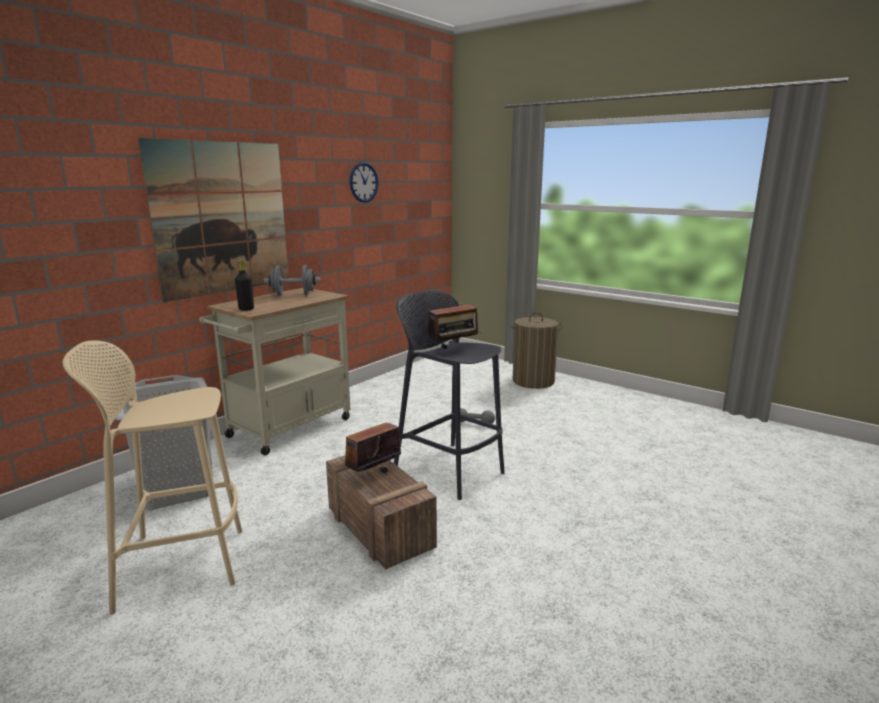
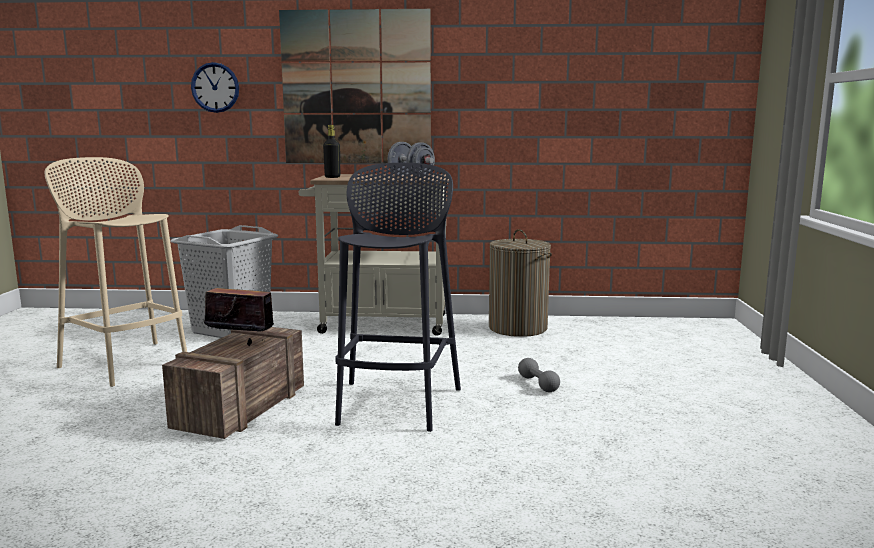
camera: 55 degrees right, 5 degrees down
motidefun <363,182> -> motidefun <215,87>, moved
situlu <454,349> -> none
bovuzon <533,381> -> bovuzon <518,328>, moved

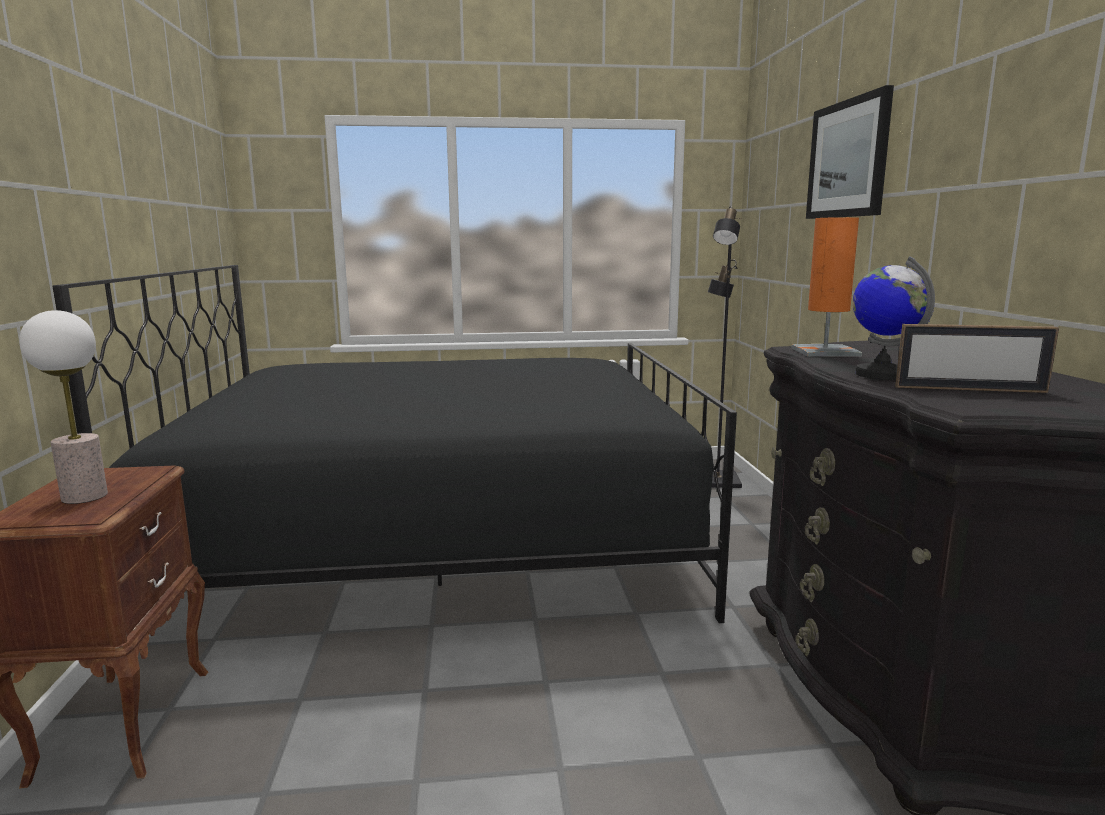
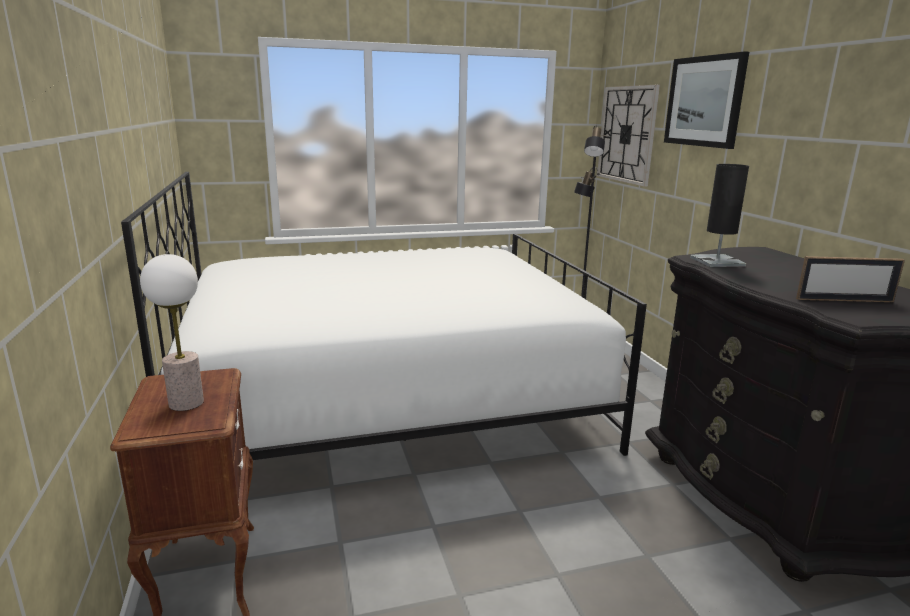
camera: 10 degrees left, 5 degrees up
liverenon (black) <441,544> -> liverenon (white) <388,405>
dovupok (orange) <825,352> -> dovupok (black) <717,261>
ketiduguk <881,375> -> none
none -> motidefun <627,134>

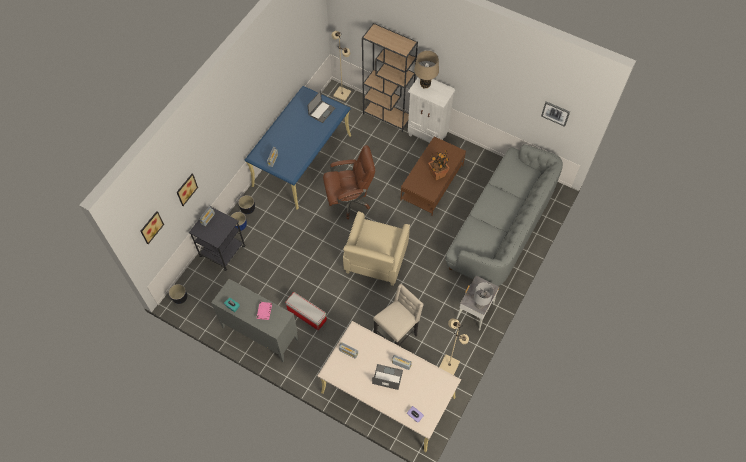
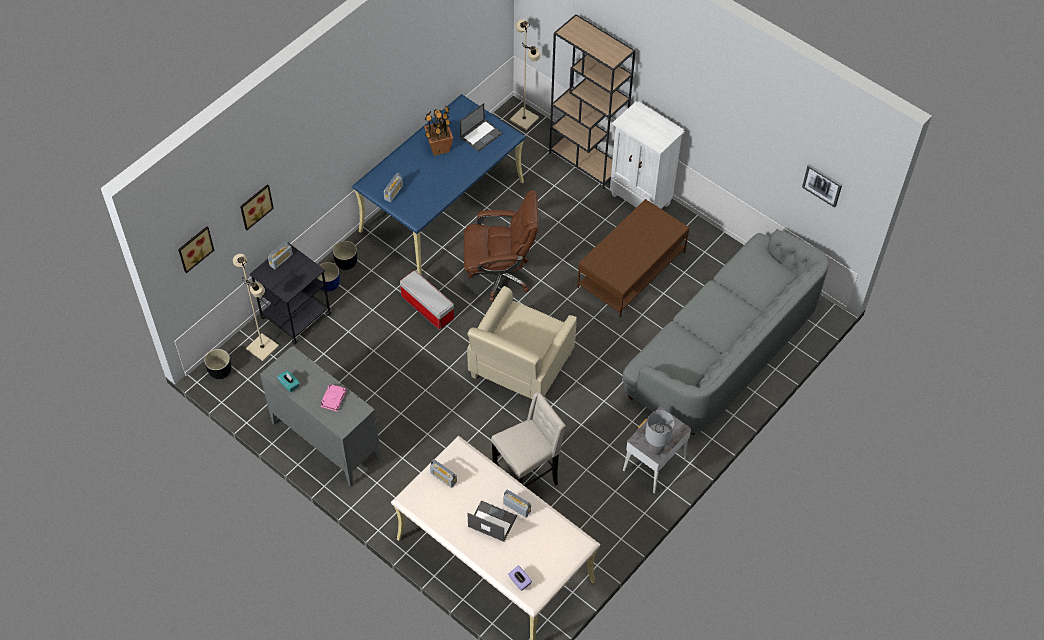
camera: 10 degrees right, 5 degrees down
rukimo <306,315> -> rukimo <427,308>, moved
dovupok (beige) <425,84> -> none
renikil <437,174> -> renikil <439,147>, moved
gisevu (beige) <449,365> -> gisevu (beige) <262,348>, moved

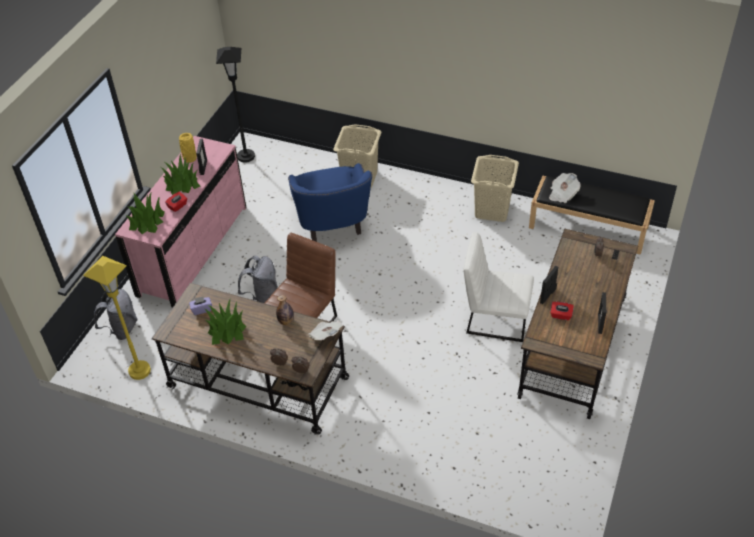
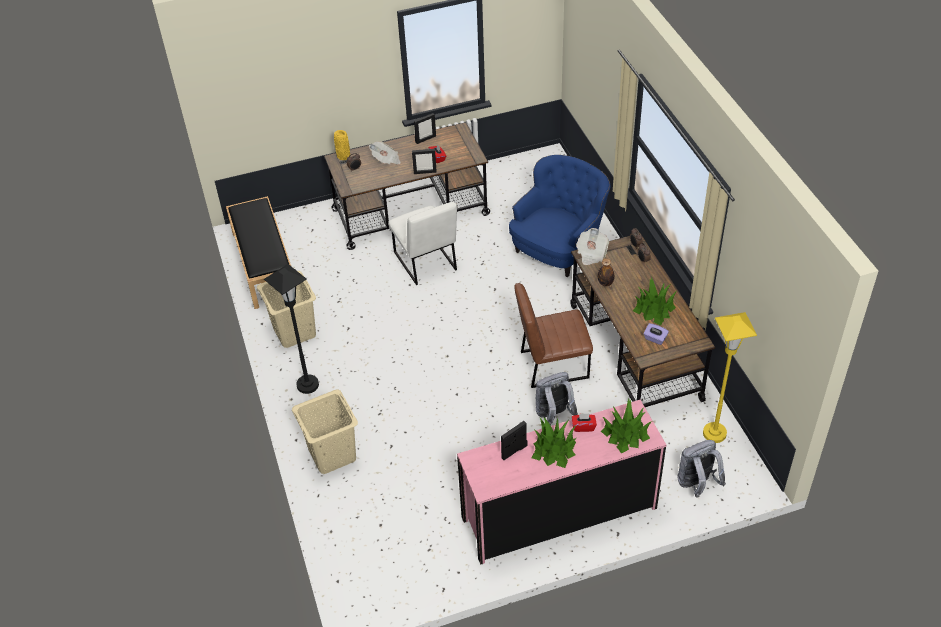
camera: 130 degrees left, 0 degrees up
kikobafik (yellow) <189,158> -> kikobafik (yellow) <343,156>, moved
gisevu (black) <246,156> -> gisevu (black) <307,385>, moved
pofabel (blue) <332,223> -> pofabel (blue) <558,248>, moved
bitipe <562,194> -> bitipe <386,160>, moved

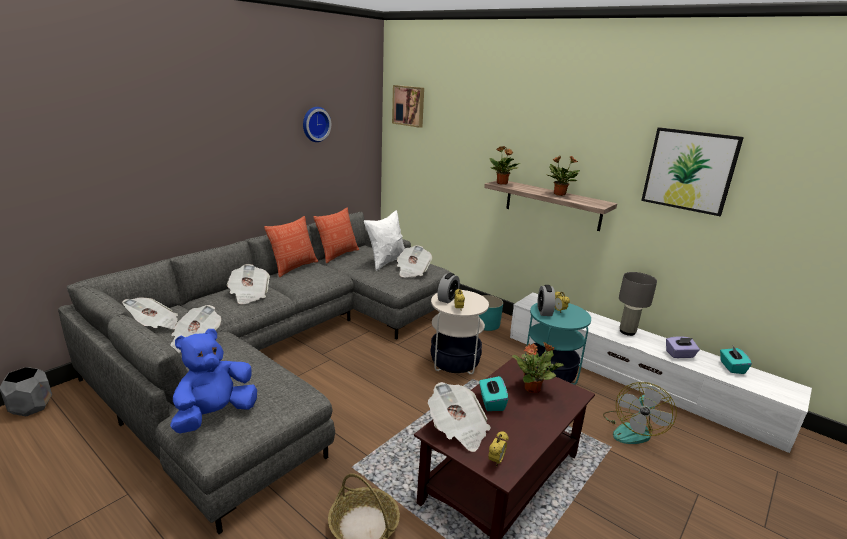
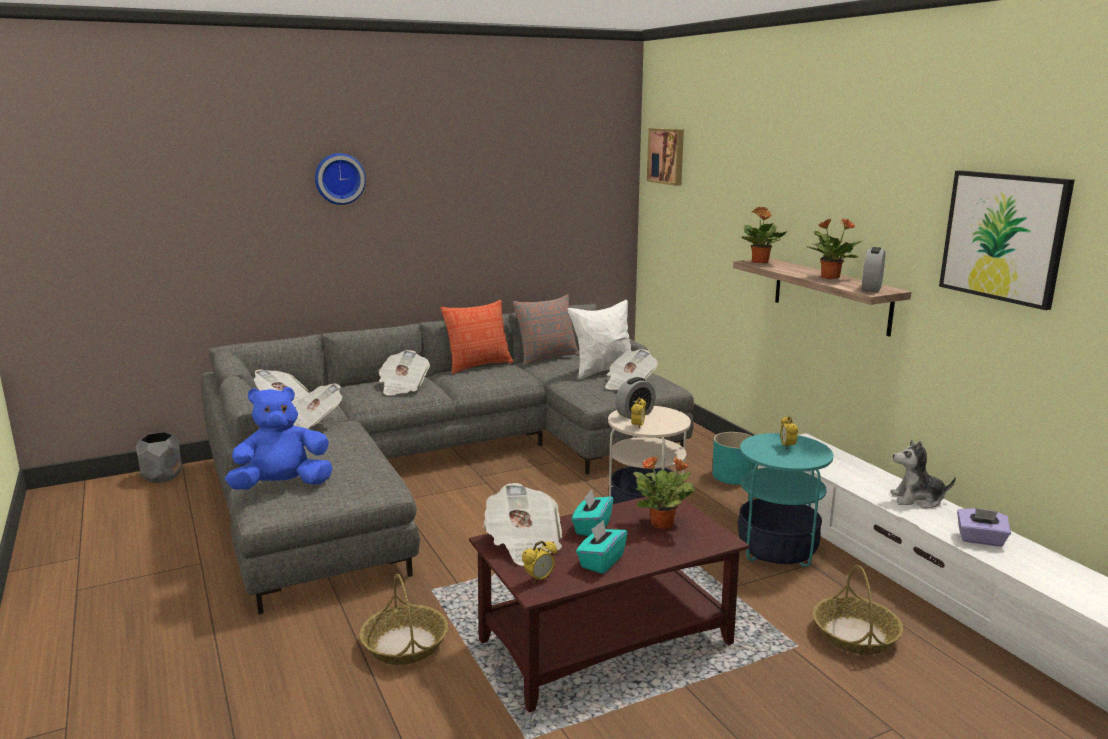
camera: 25 degrees right, 5 degrees down
motidefun <315,124> -> motidefun <339,178>, moved
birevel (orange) <338,255> -> birevel (grey) <547,358>
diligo <544,311> -> diligo <871,289>, moved
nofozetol <632,429> -> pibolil <855,635>
dovupok (grey) <628,332> -> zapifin <917,500>
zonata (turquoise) <731,367> -> zonata (turquoise) <601,562>, moved

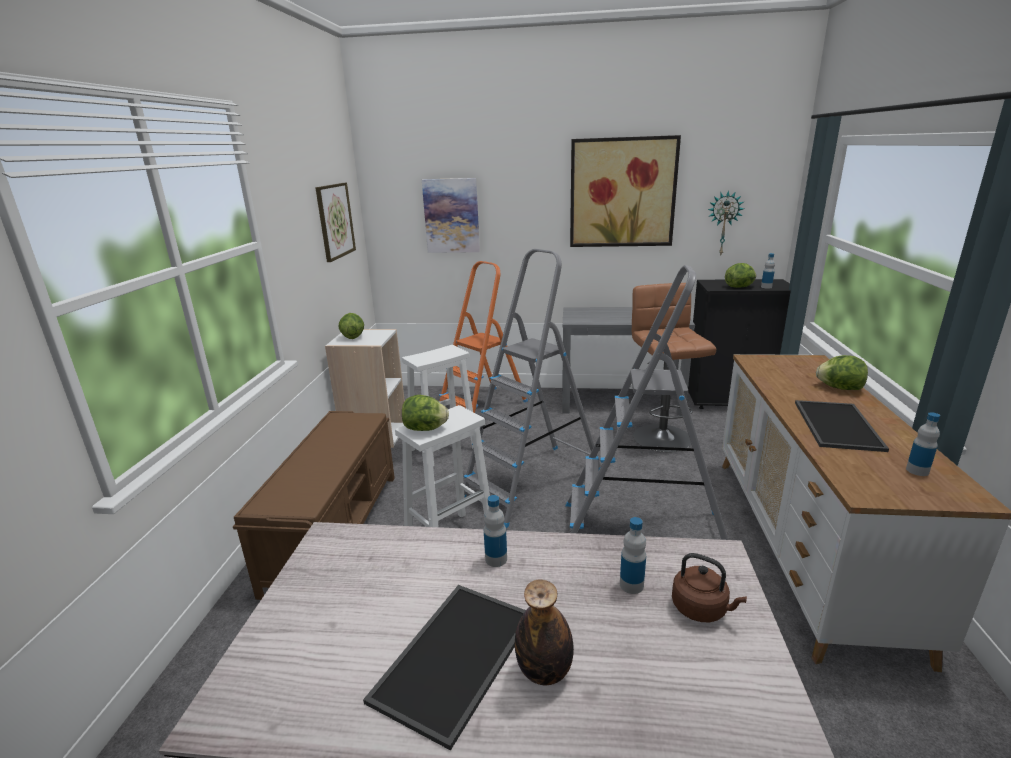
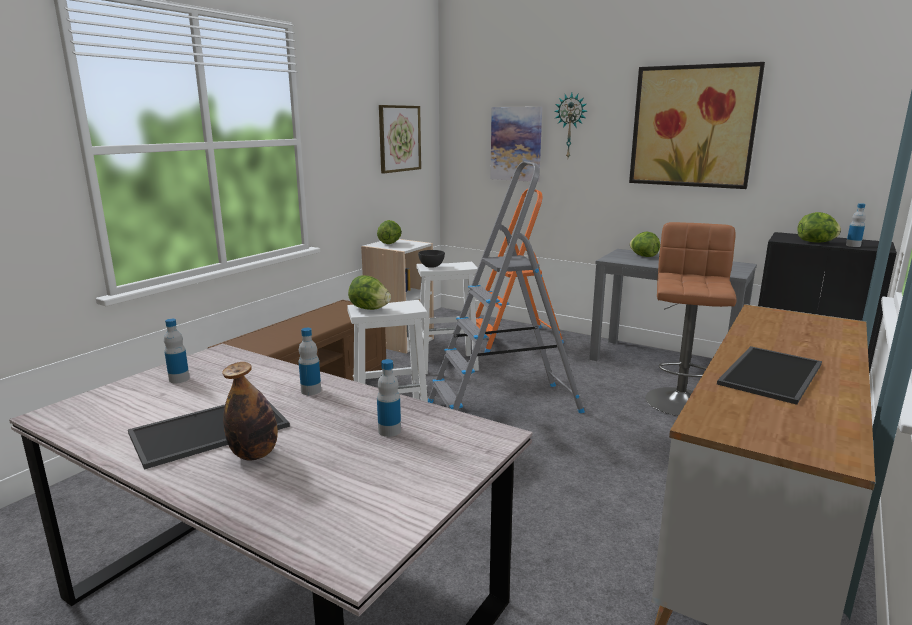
camera: 25 degrees right, 5 degrees down
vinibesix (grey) <642,531> -> none
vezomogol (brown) <702,609> -> none
motidefun <723,223> -> motidefun <570,126>, moved
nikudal <839,388> -> nikudal <643,256>, moved
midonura <917,470> -> midonura <179,379>, moved
none -> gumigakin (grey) <431,266>

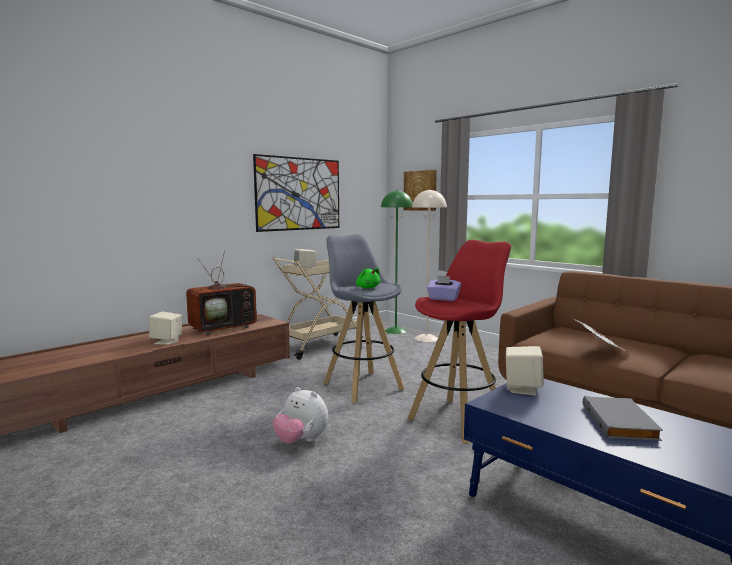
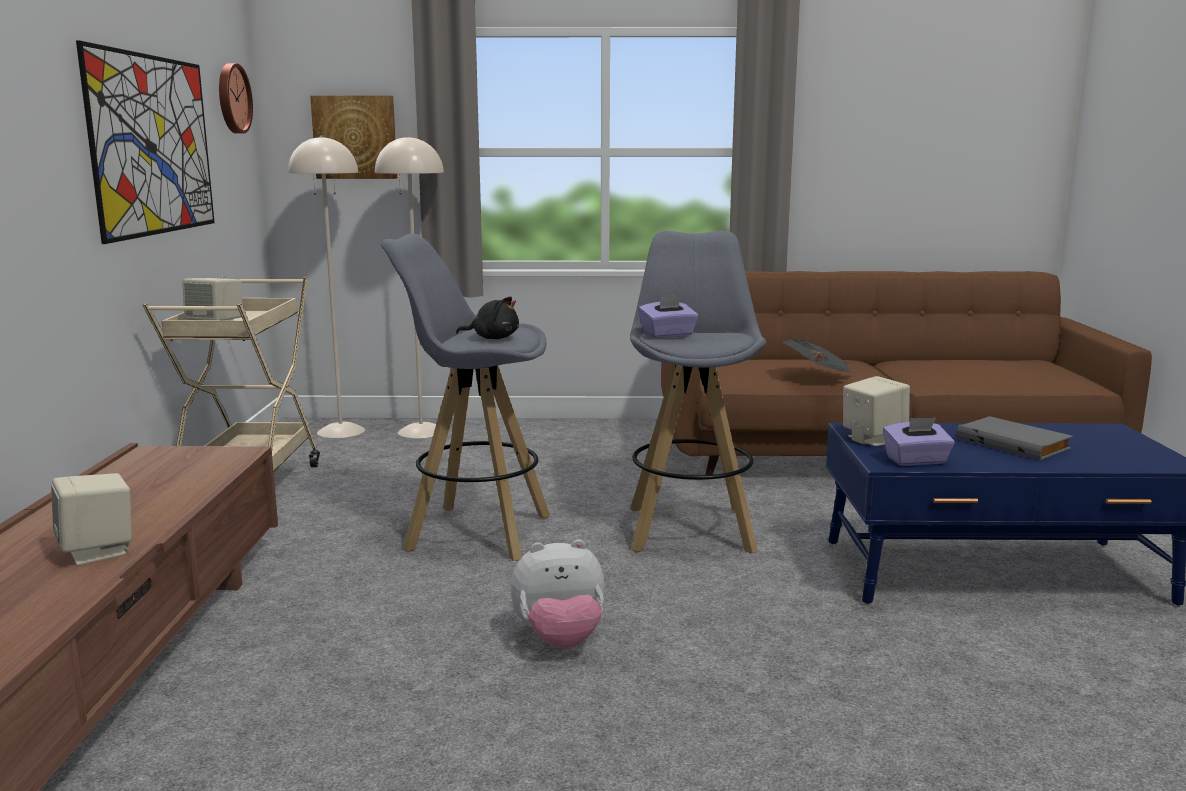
camera: 45 degrees left, 5 degrees up
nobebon <224,327> -> none
zapifin (green) <367,288> -> zapifin (black) <493,338>
gisevu (green) <395,331> -> gisevu (beige) <341,431>
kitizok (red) <459,419> -> kitizok (grey) <691,527>
none -> motidefun <232,98>
none -> zonata (purple) <916,461>

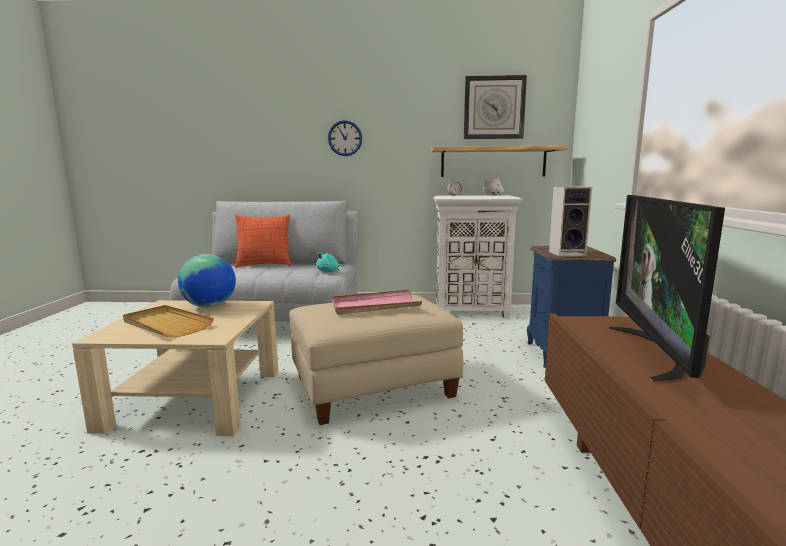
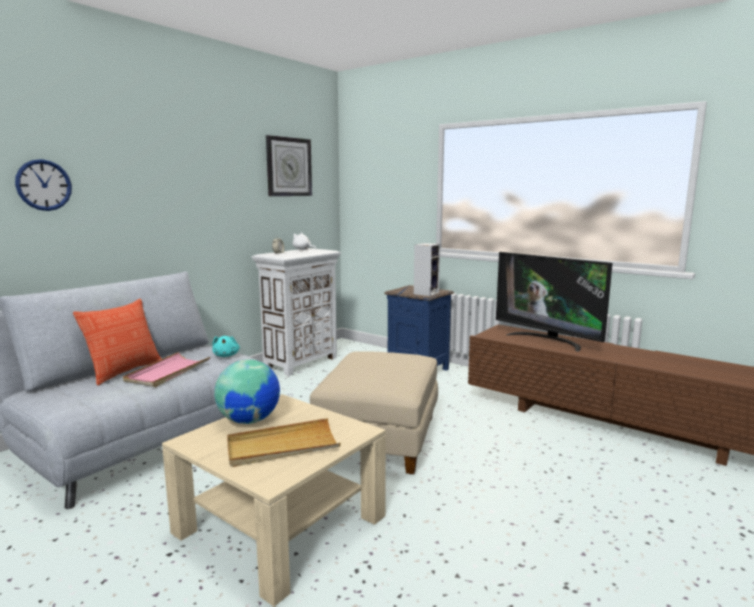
camera: 55 degrees left, 0 degrees up
motidefun <345,138> -> motidefun <44,185>, moved
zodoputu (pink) <375,305> -> zodoputu (pink) <168,372>, moved
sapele <493,162> -> none

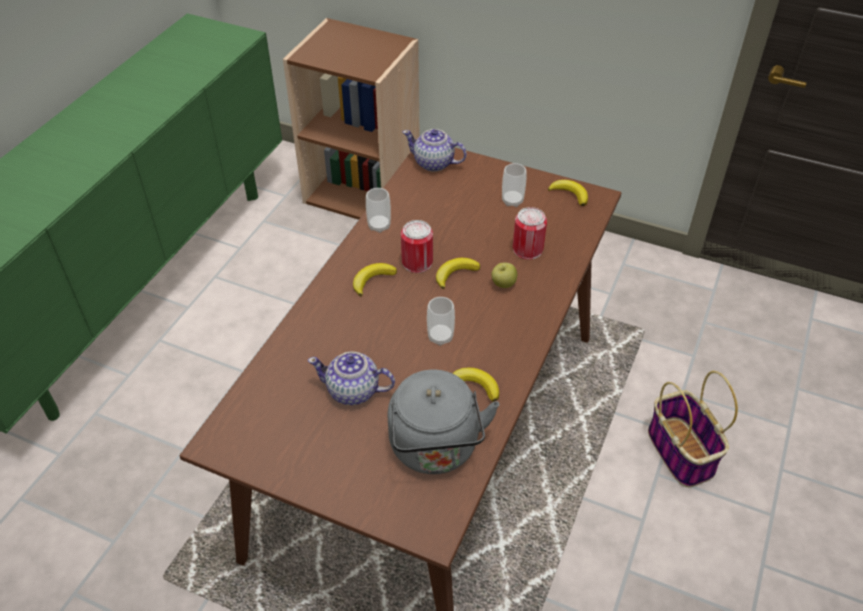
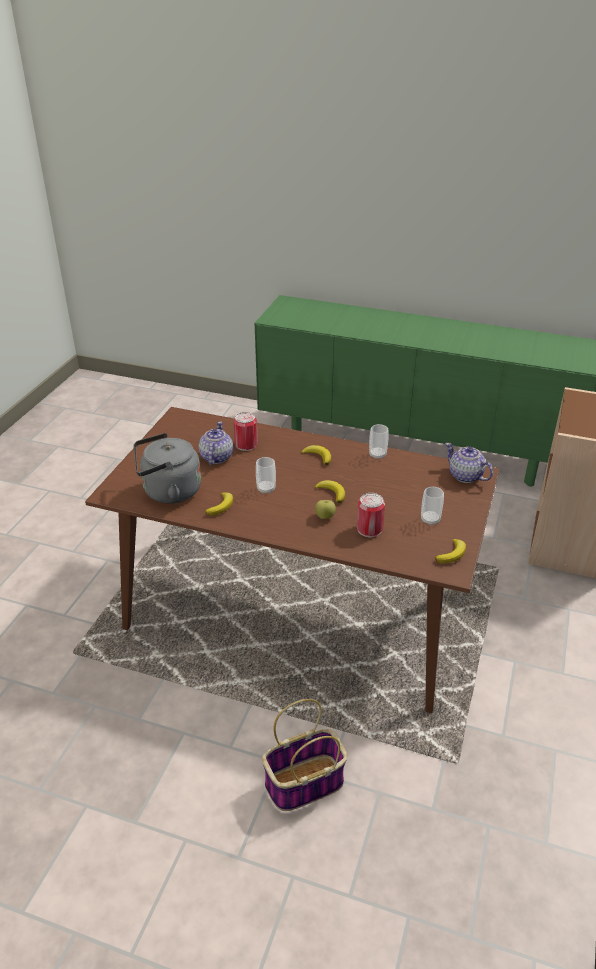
camera: 85 degrees right, 10 degrees down
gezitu <417,262> -> gezitu <246,444>, moved
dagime <434,163> -> dagime <465,476>, 60 degrees counterclockwise

